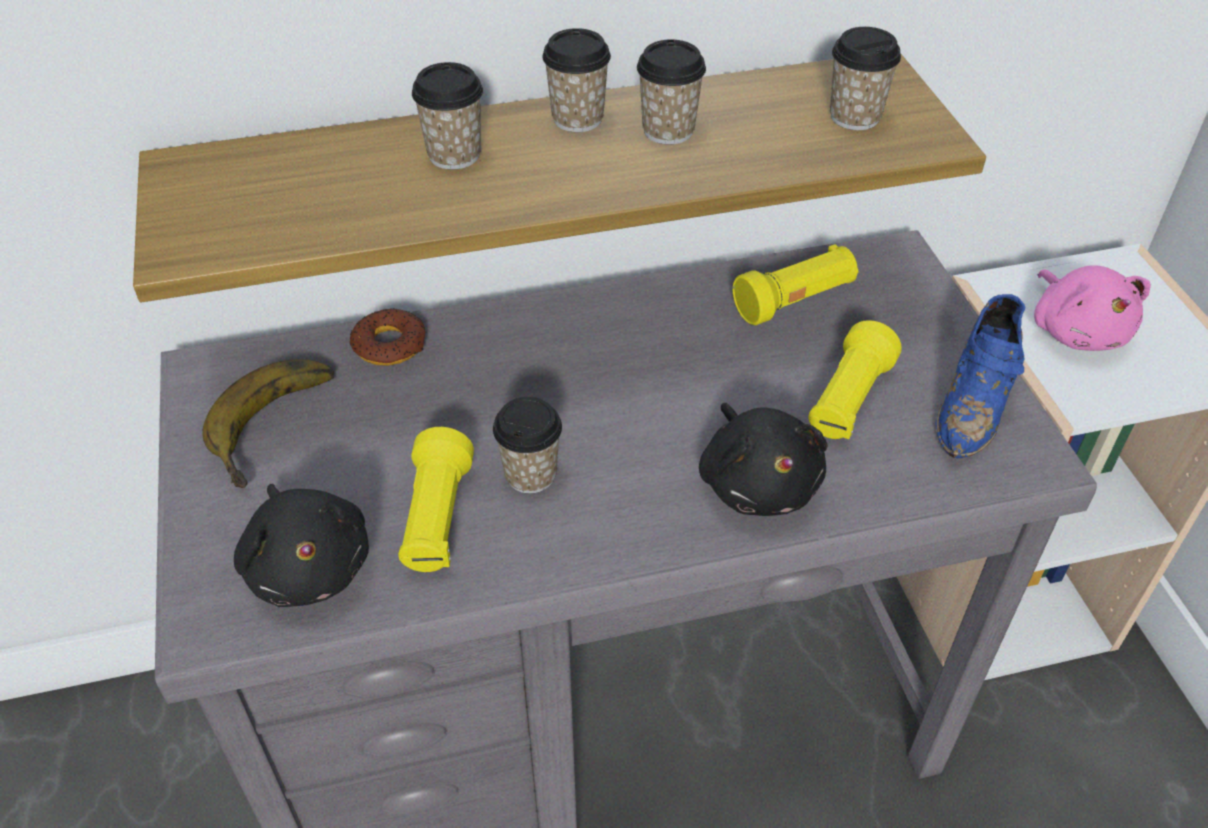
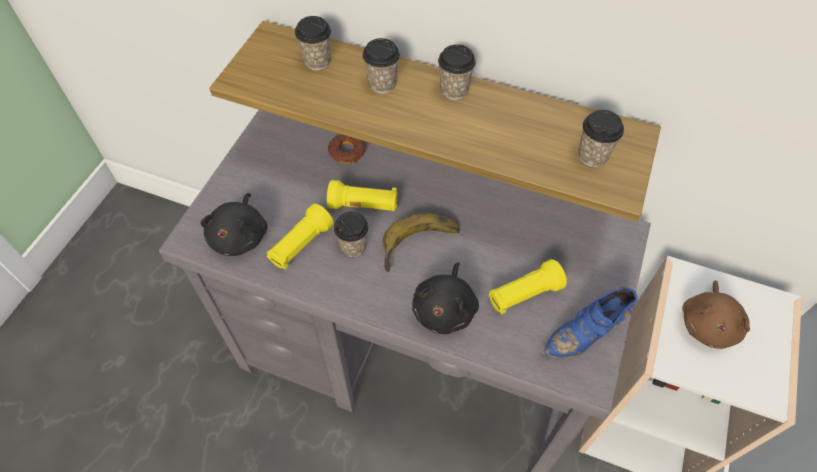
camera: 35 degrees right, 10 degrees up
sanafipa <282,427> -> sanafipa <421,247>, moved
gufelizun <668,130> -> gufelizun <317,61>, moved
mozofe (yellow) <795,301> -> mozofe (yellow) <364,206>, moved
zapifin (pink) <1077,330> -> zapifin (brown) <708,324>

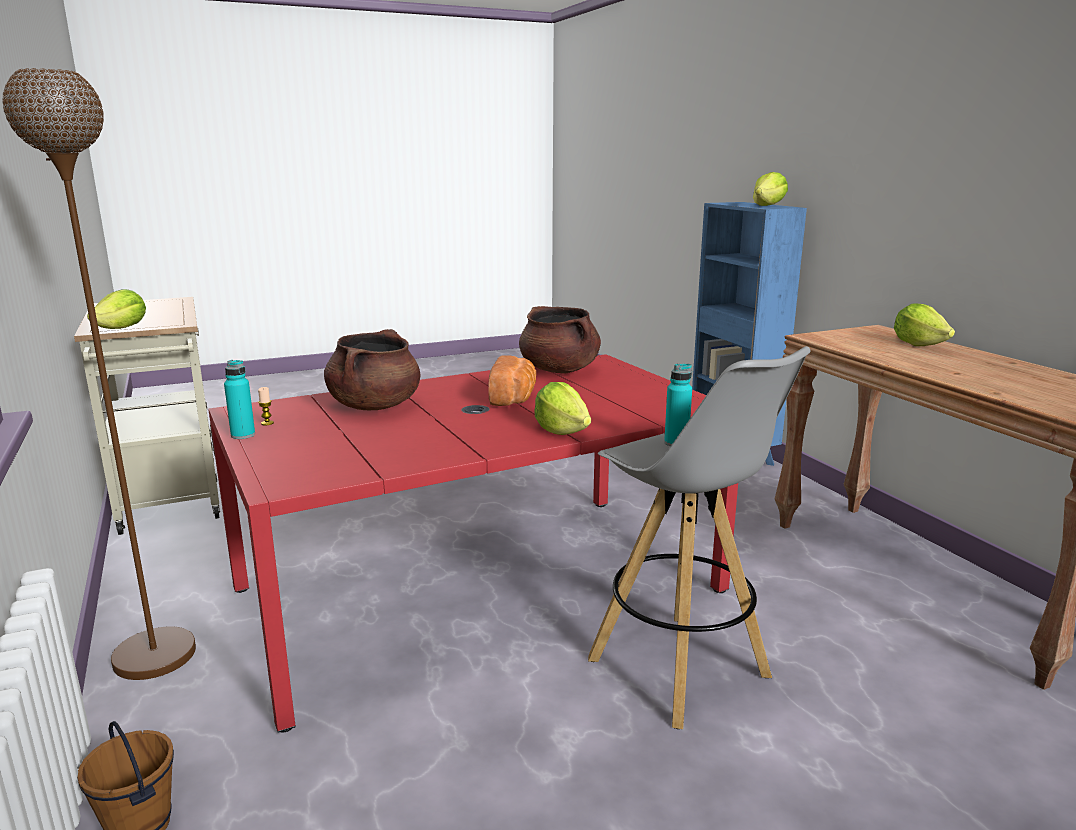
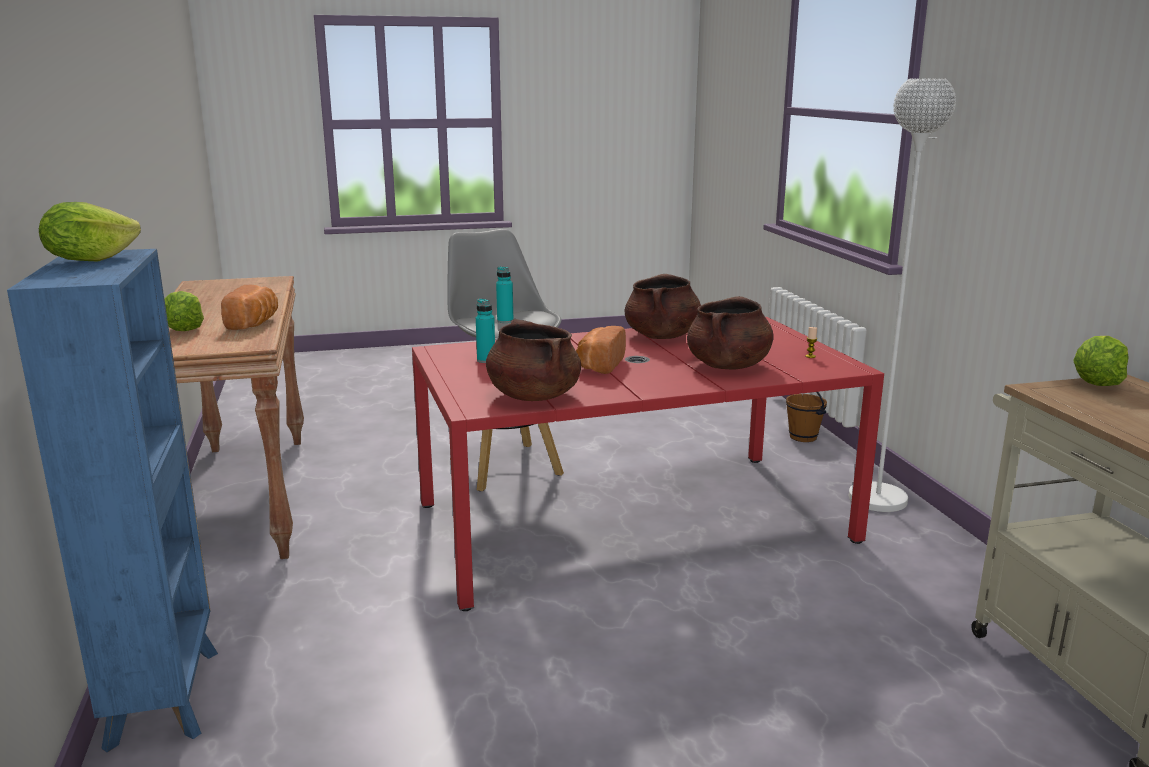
camera: 170 degrees left, 0 degrees up
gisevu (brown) <153,656> -> gisevu (white) <878,499>
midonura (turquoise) <243,435> -> midonura (turquoise) <486,360>, moved
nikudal <562,431> -> none
none -> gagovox <254,323>
none -> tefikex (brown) <662,336>

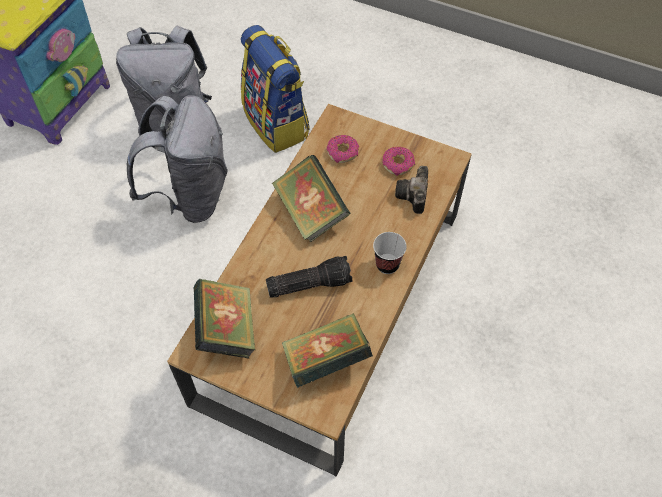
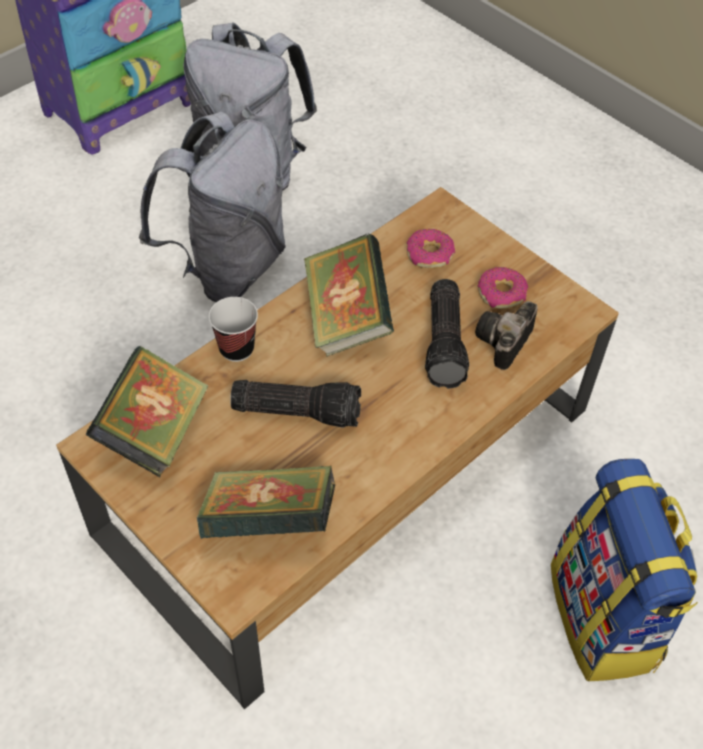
camera: 20 degrees right, 5 degrees down
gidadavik <277,124> -> gidadavik <605,617>, moved
gufelizun <387,264> -> gufelizun <236,349>, moved
none -> mozofe <446,343>

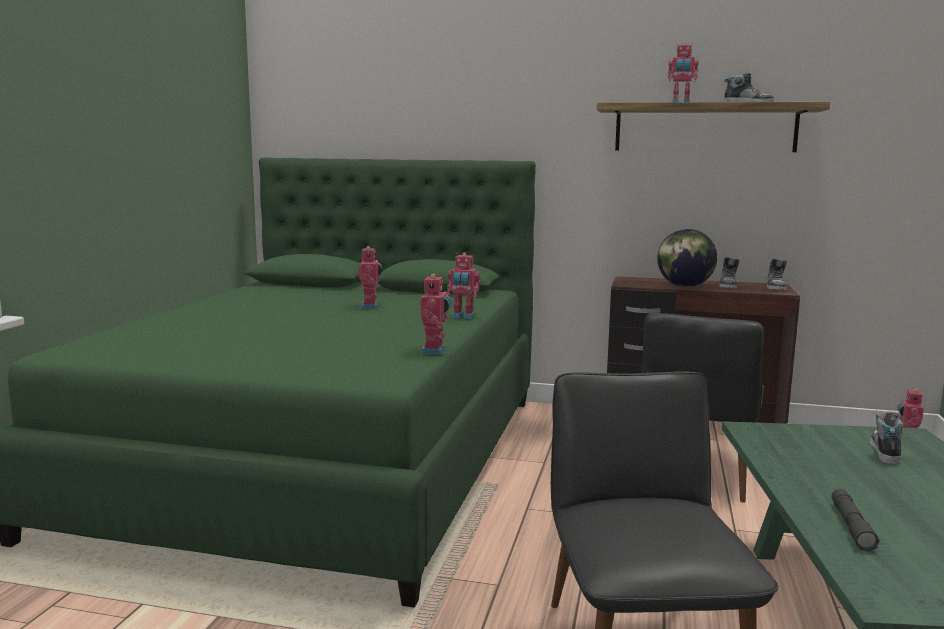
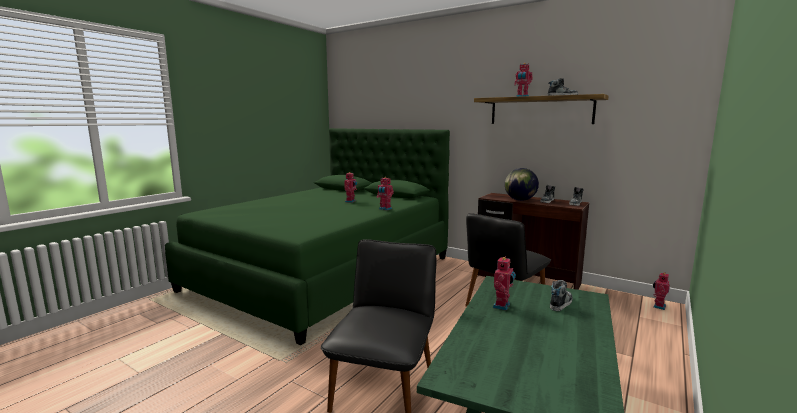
camera: 20 degrees right, 0 degrees up
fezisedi <435,351> -> fezisedi <502,306>, moved
mozofe (grey) <851,526> -> none

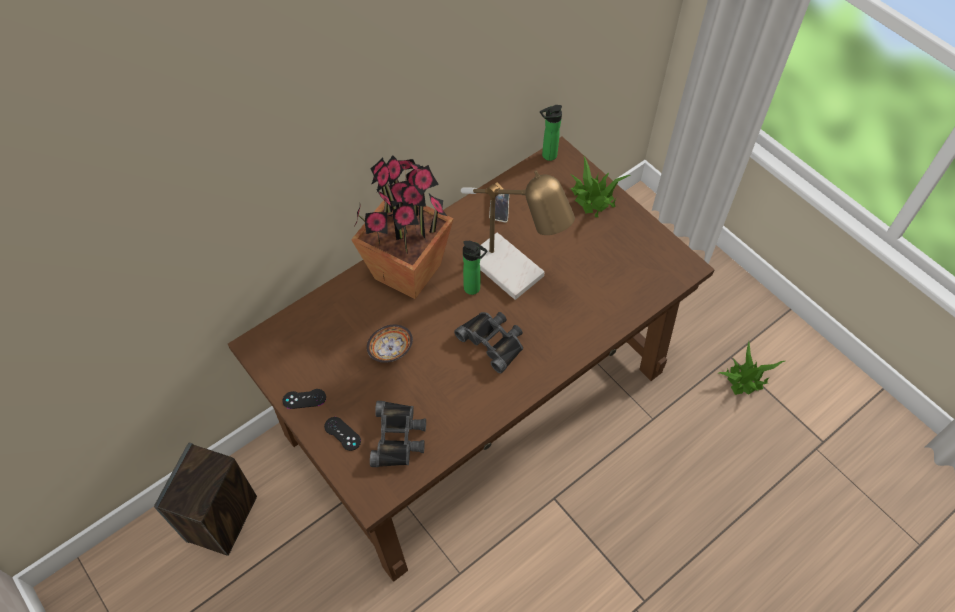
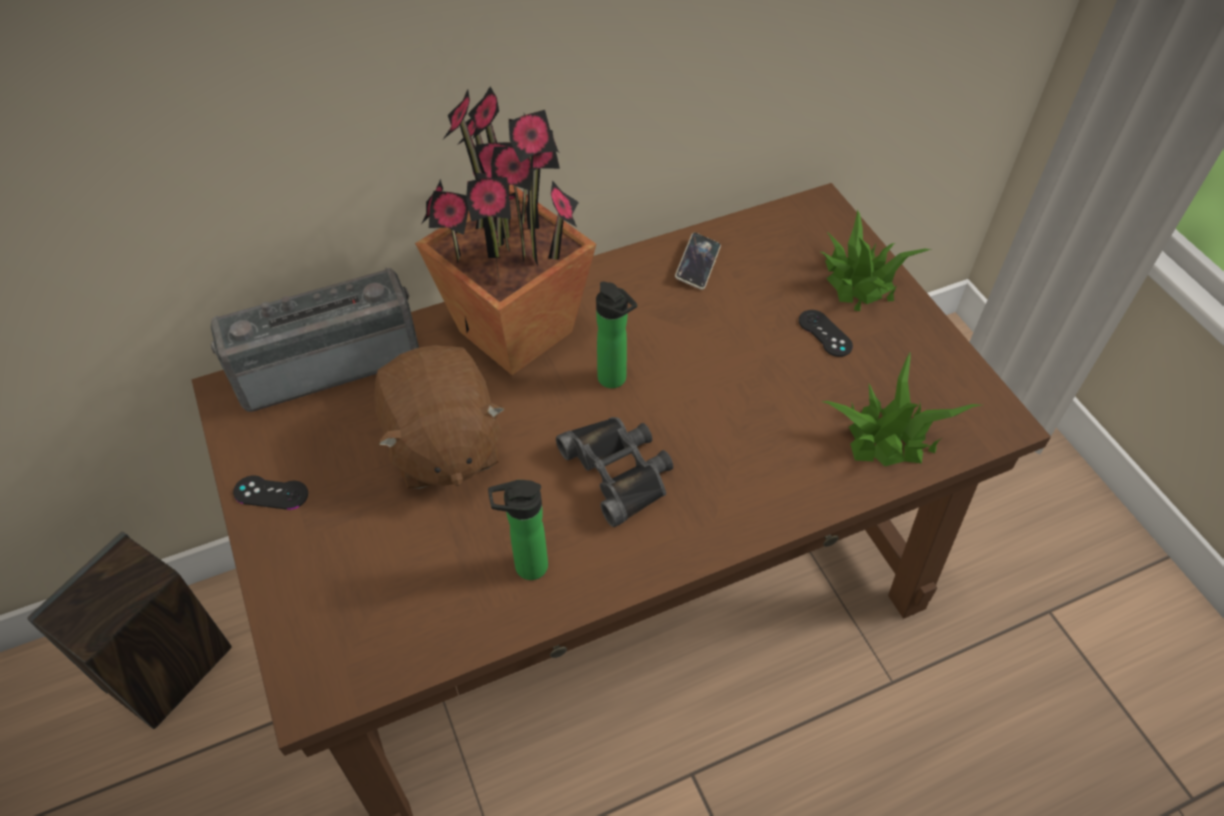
camera: 15 degrees right, 5 degrees down
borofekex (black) <342,433> -> borofekex (black) <825,333>, moved
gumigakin <390,349> -> zapifin (brown) <442,446>
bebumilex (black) <398,437> -> none
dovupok <514,273> -> none
midonura <547,156> -> midonura <526,567>, moved
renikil <746,379> -> renikil <889,436>, moved
none -> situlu <327,361>

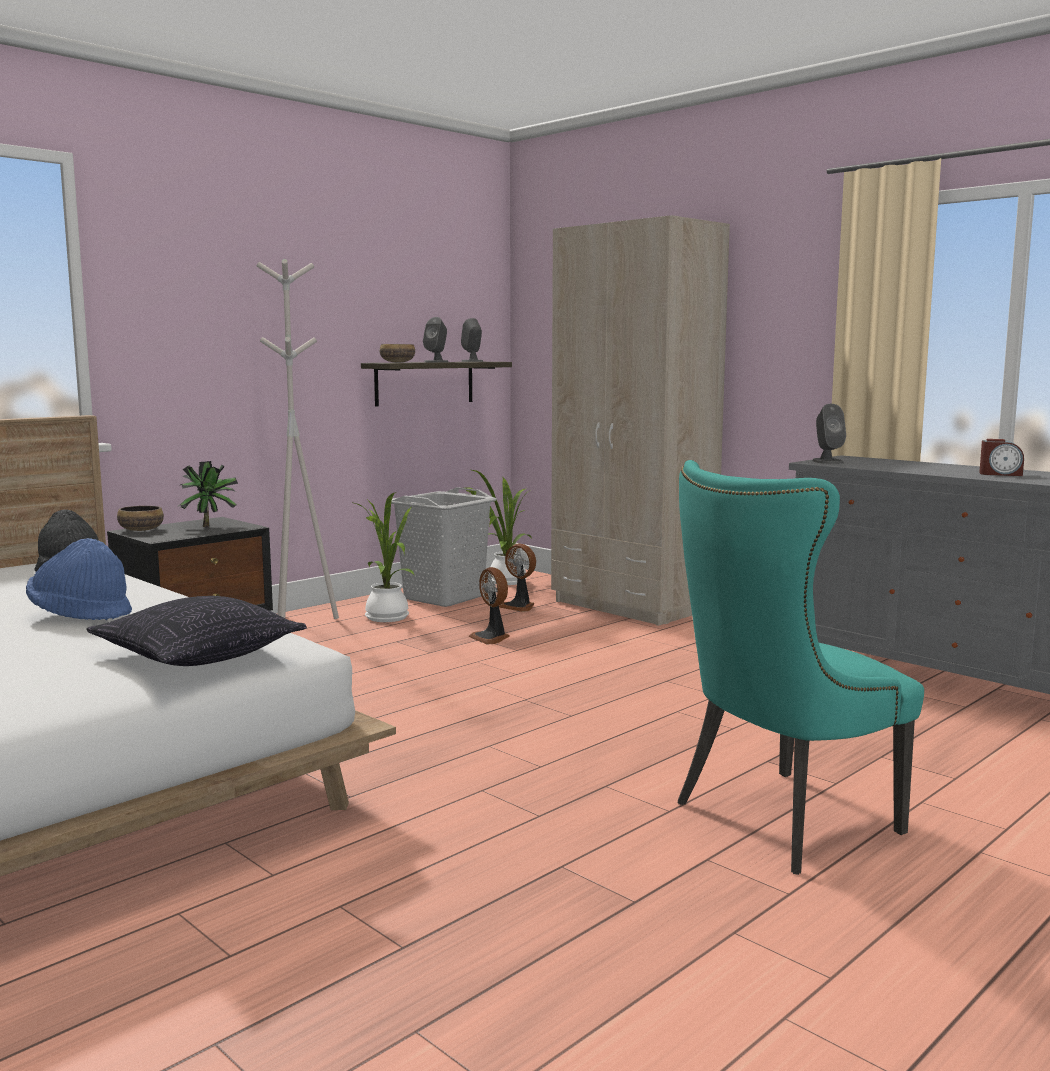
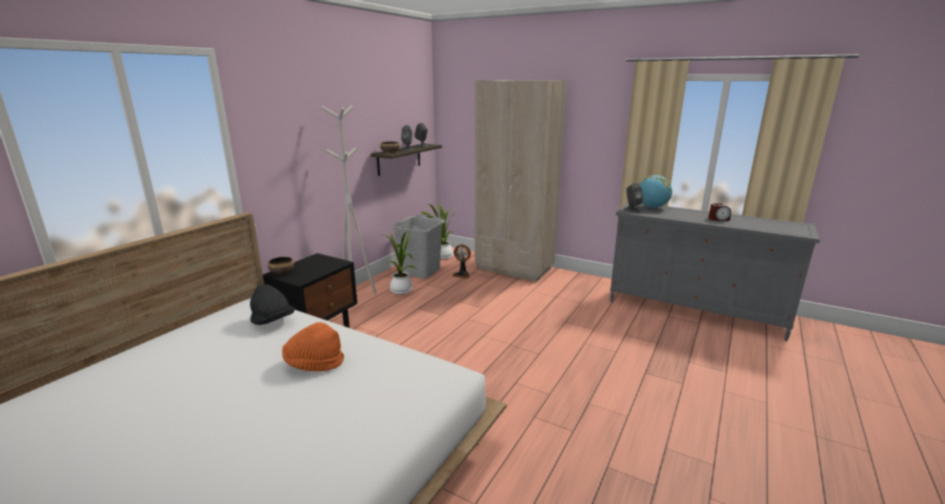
camera: 15 degrees left, 10 degrees up
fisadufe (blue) <80,615> -> fisadufe (orange) <314,363>
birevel <199,656> -> none
renikil <210,526> -> none
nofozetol <491,638> -> none
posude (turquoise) <783,820> -> none
none -> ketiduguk <652,207>

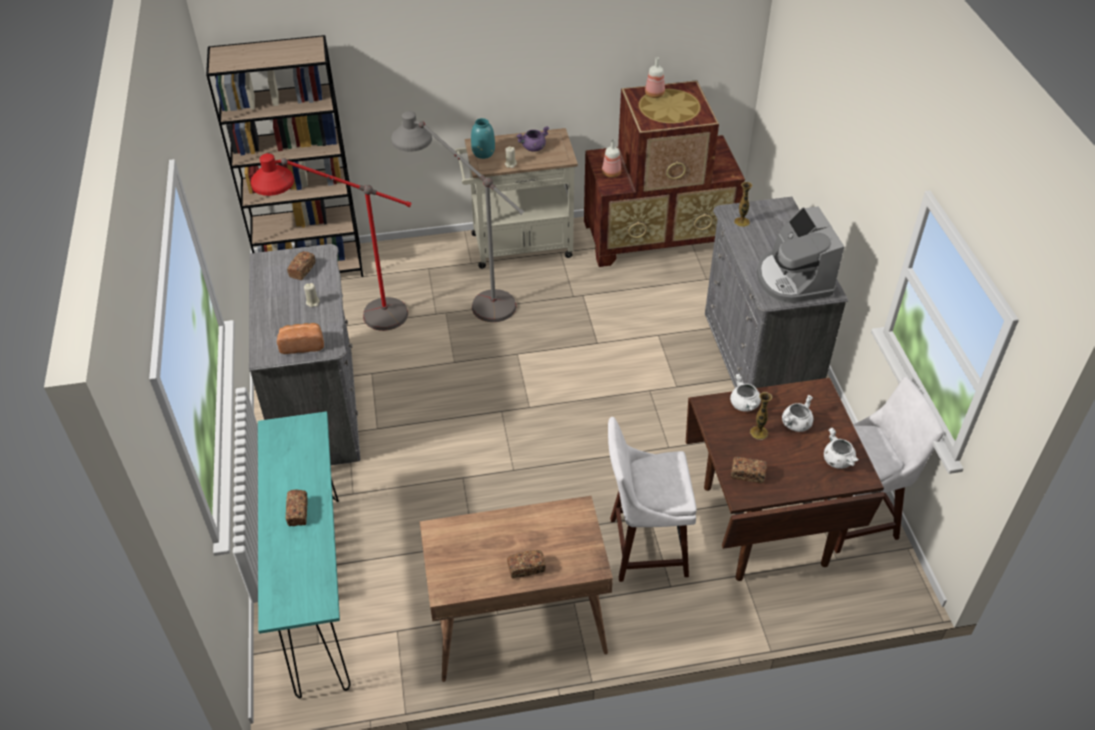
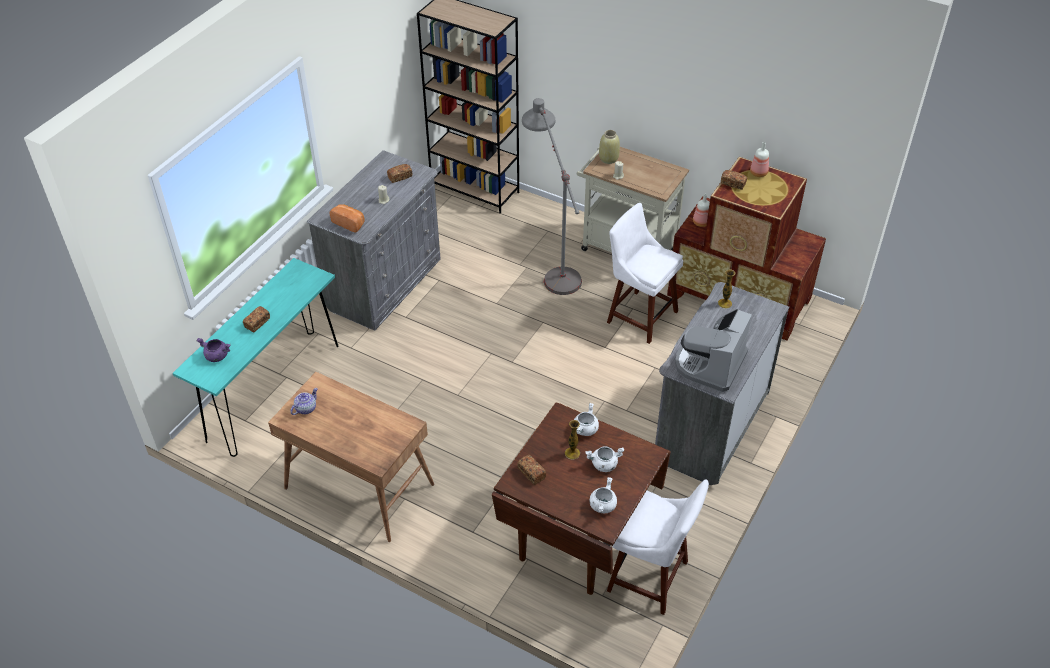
camera: 40 degrees right, 0 degrees up
gisevu (red) <353,318> -> none
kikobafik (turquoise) <483,153> -> kikobafik (beige) <609,159>
gagovox <526,568> -> gagovox <733,183>, moved
tefikex (purple) <533,148> -> tefikex (purple) <216,356>, moved
posude (white) <643,546> -> posude (white) <639,315>, moved
none -> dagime <306,408>

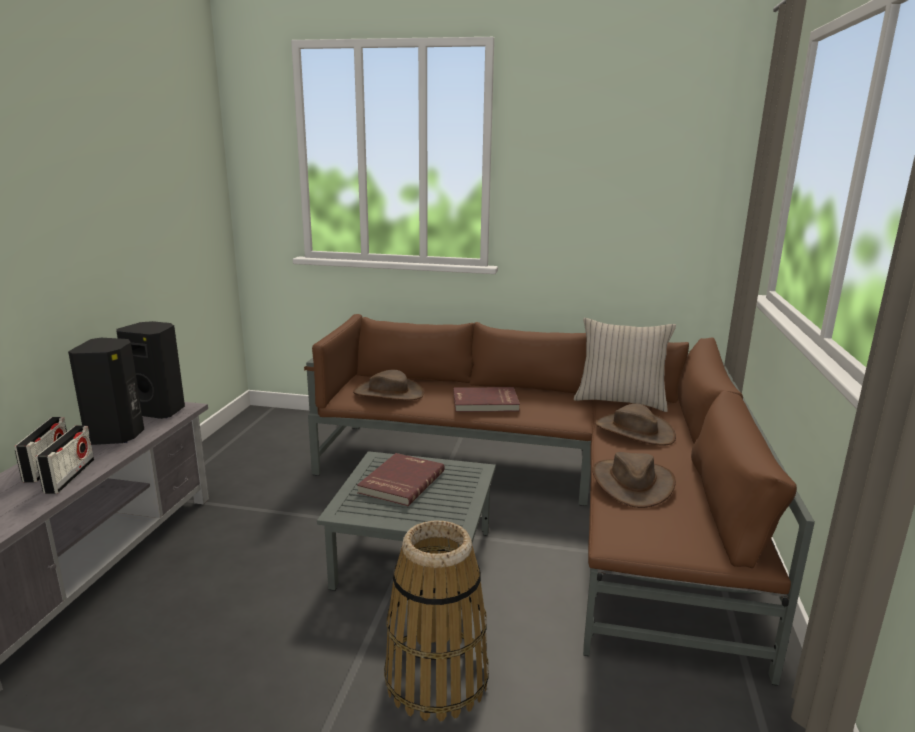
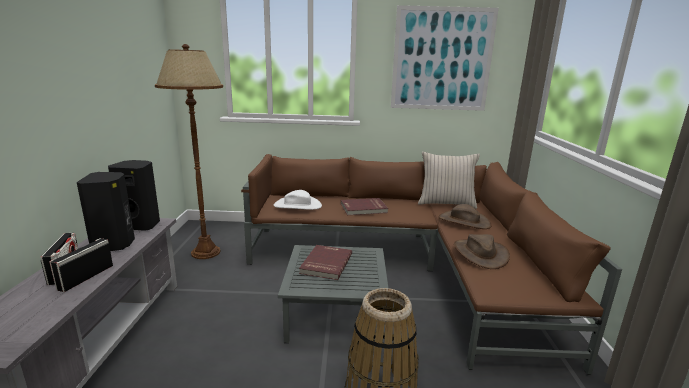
camera: 10 degrees left, 0 degrees up
situlu <70,476> -> situlu <86,277>, 150 degrees counterclockwise
fisadufe (brown) <388,393> -> fisadufe (white) <297,205>
none -> gisevu (brown) <206,252>
none -> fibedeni <442,59>

